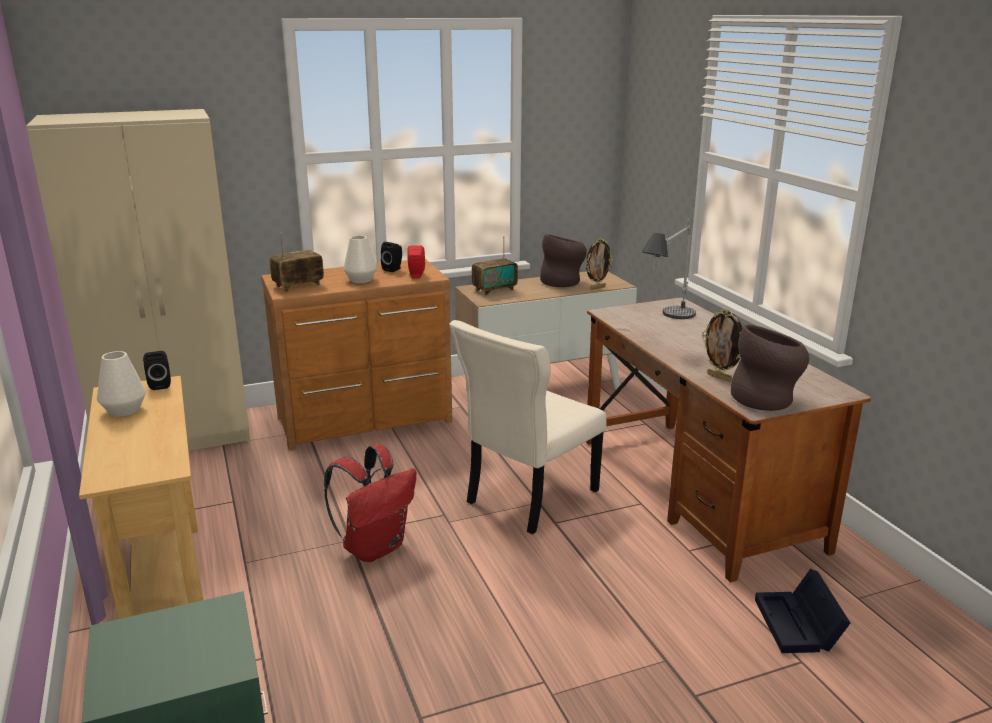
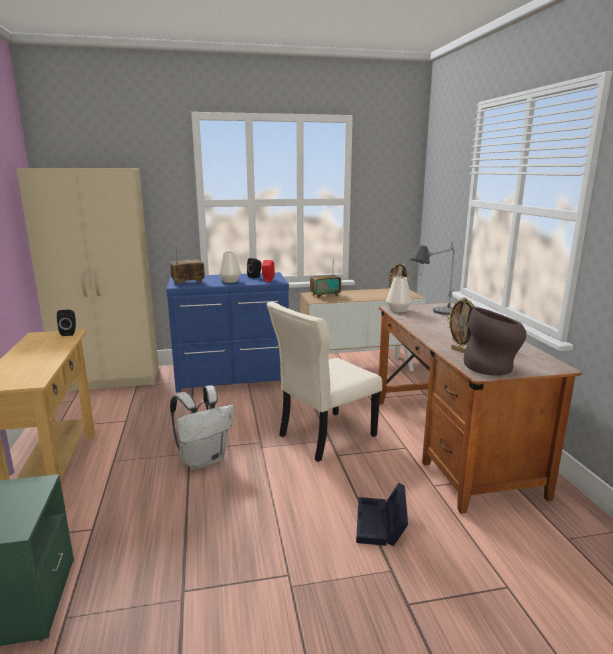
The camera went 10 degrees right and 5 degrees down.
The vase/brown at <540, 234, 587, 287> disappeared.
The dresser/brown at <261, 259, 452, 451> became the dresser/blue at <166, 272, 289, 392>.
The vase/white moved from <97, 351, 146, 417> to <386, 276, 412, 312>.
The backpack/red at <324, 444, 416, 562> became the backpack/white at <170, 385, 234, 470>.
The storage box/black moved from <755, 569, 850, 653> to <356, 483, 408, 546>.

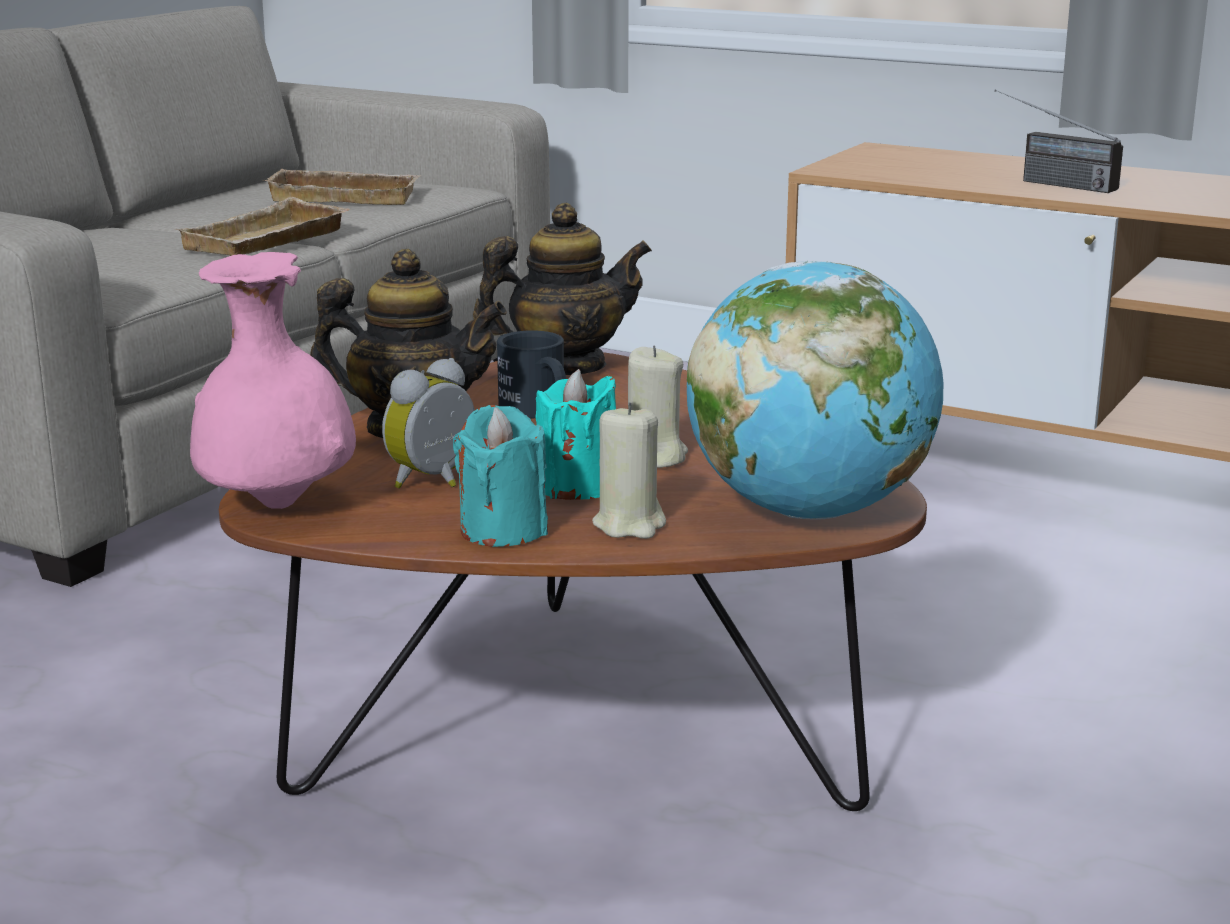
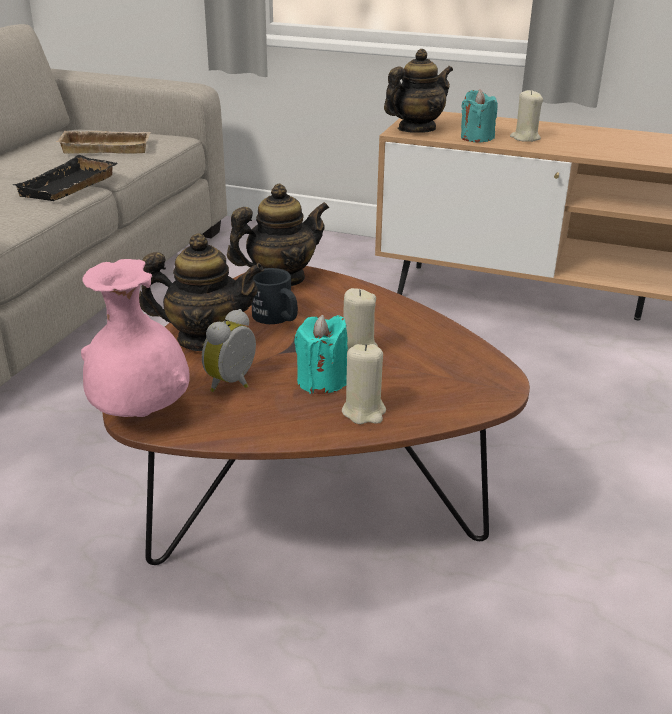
The camera went 10 degrees left and 10 degrees up.
The radio at <994, 89, 1123, 193> was replaced by the candle/beige at <510, 90, 543, 142>.
The tray/beige at <174, 197, 350, 256> became the tray/black at <13, 155, 117, 201>.
The globe at <687, 261, 943, 520> disappeared.
The candle/turquoise moved from <453, 405, 548, 547> to <461, 89, 498, 143>.
The teapot at <384, 49, 453, 133> appeared.

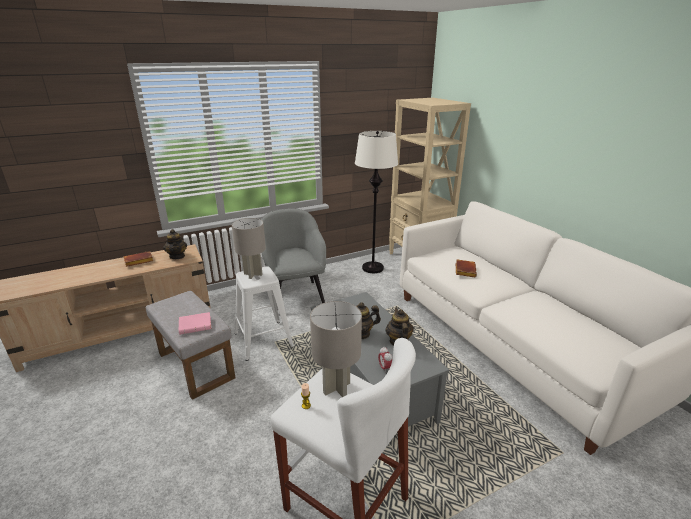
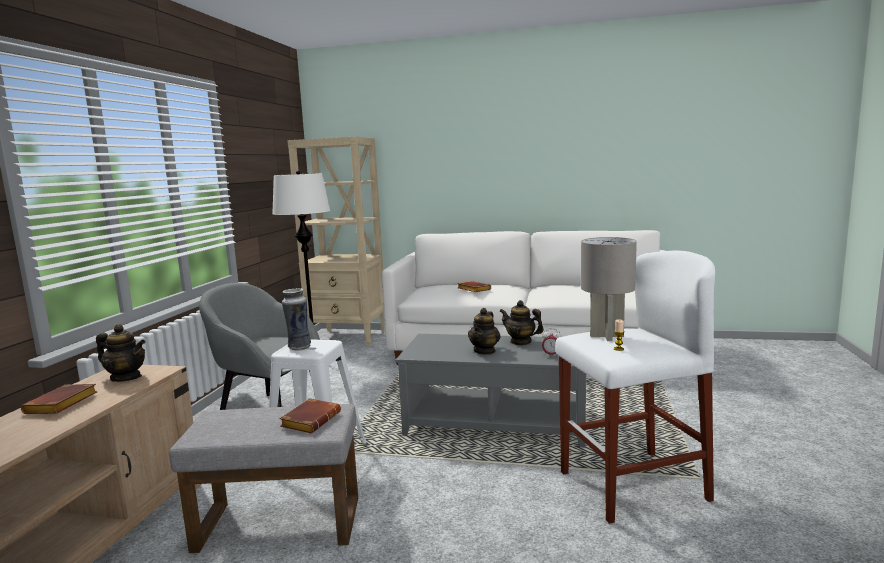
The camera went 50 degrees left and 15 degrees down.
The table lamp/grey at <232, 218, 266, 279> was replaced by the vase at <282, 288, 311, 350>.
The book/pink at <179, 312, 211, 335> became the book/brown at <280, 398, 341, 433>.

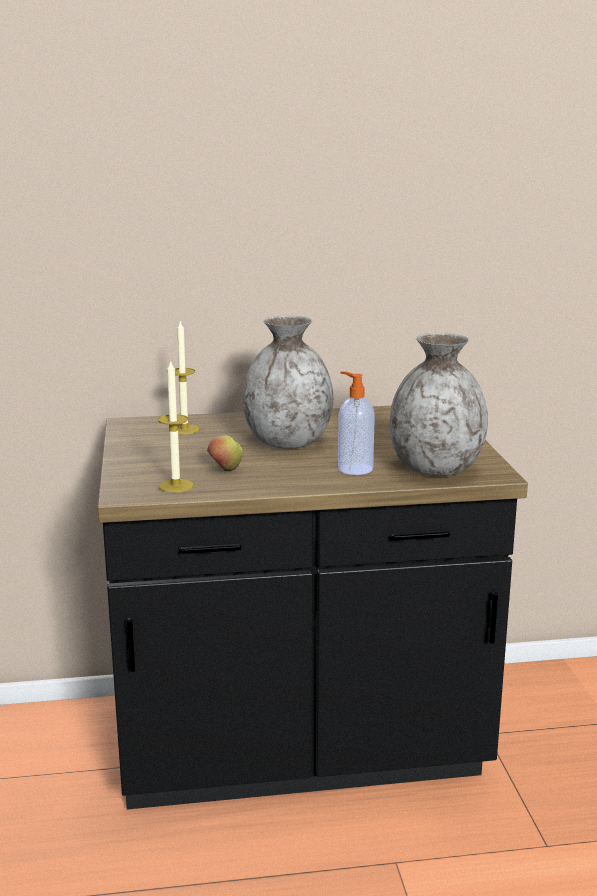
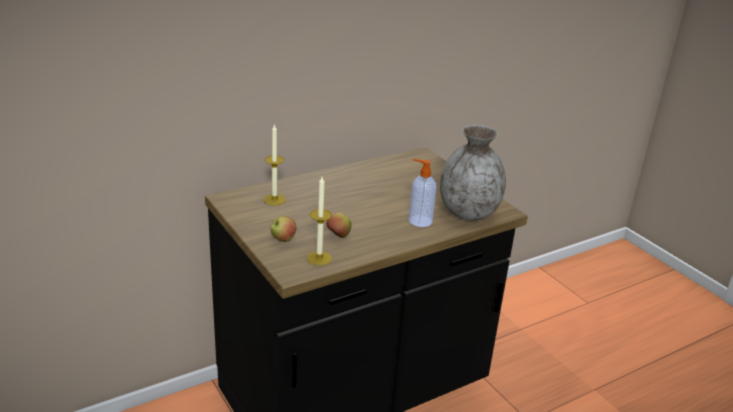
The camera went 25 degrees left and 10 degrees up.
The vase/grey at <243, 315, 333, 449> disappeared.
The apple at <270, 216, 296, 242> appeared.

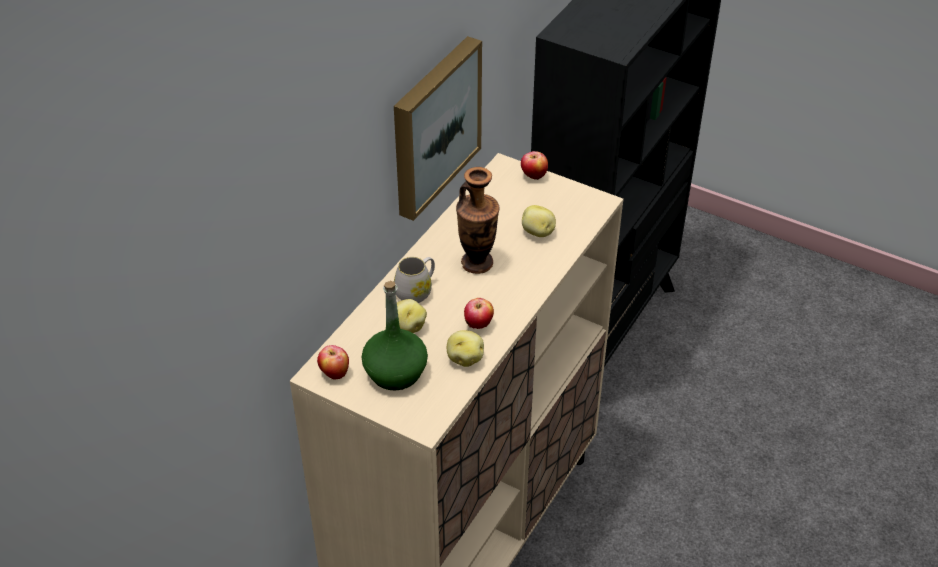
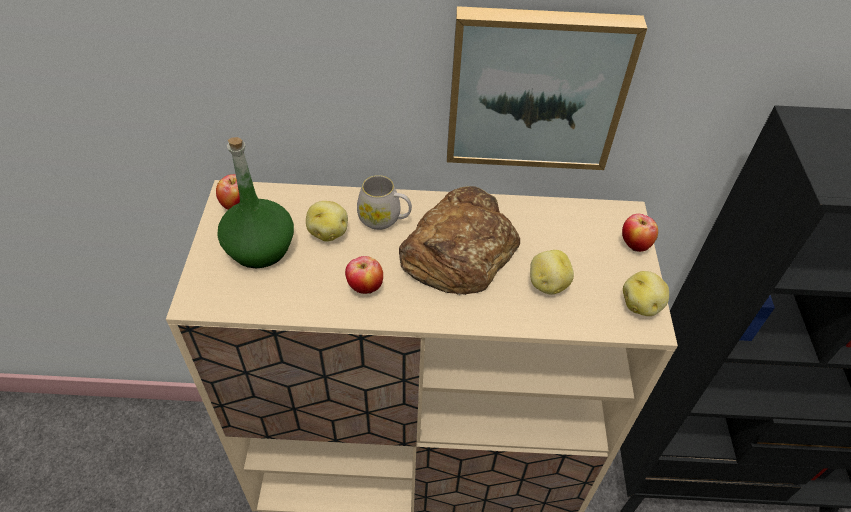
The camera went 60 degrees right and 5 degrees up.
The vase at <456, 167, 499, 274> was replaced by the bread at <399, 186, 520, 295>.
The potato moved from <447, 330, 484, 367> to <623, 271, 669, 316>.

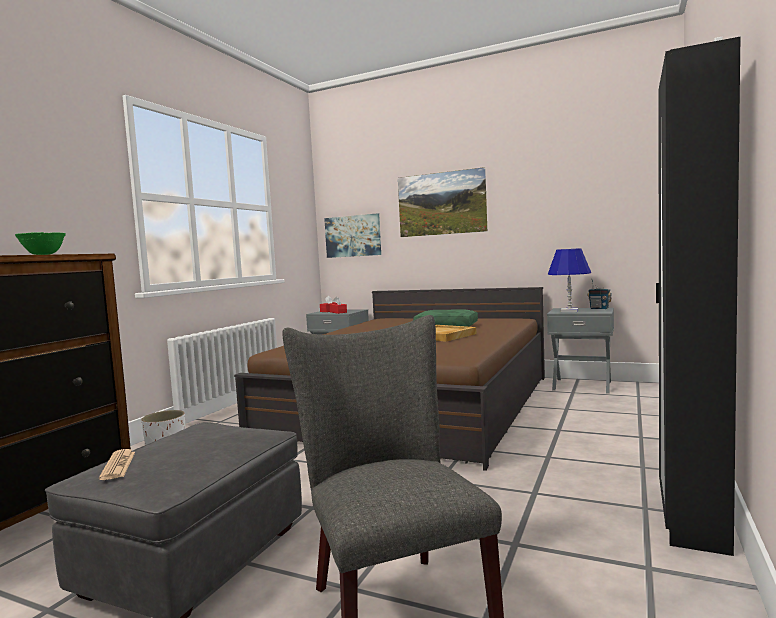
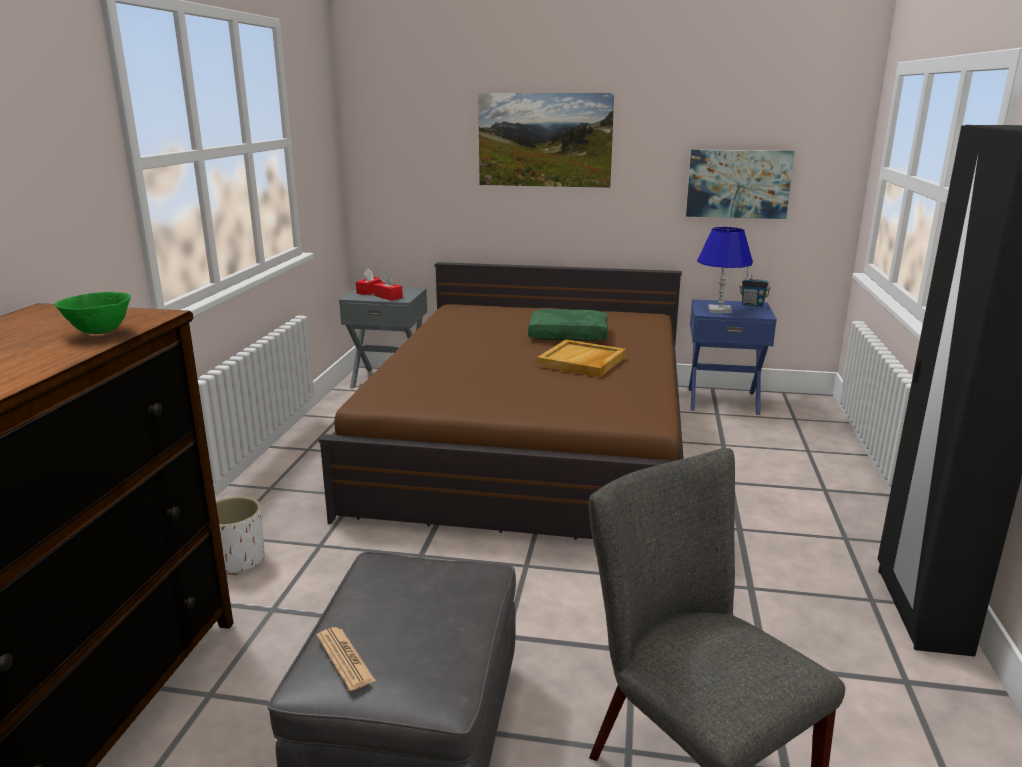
The camera went 15 degrees left and 15 degrees up.
The picture moved from <324, 213, 381, 258> to <686, 149, 795, 219>.
The nightstand/grey at <547, 308, 614, 394> became the nightstand/blue at <688, 299, 777, 415>.

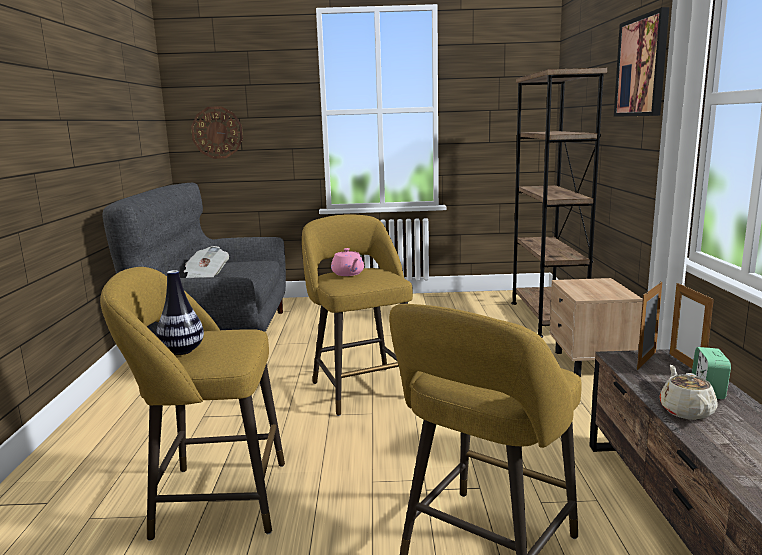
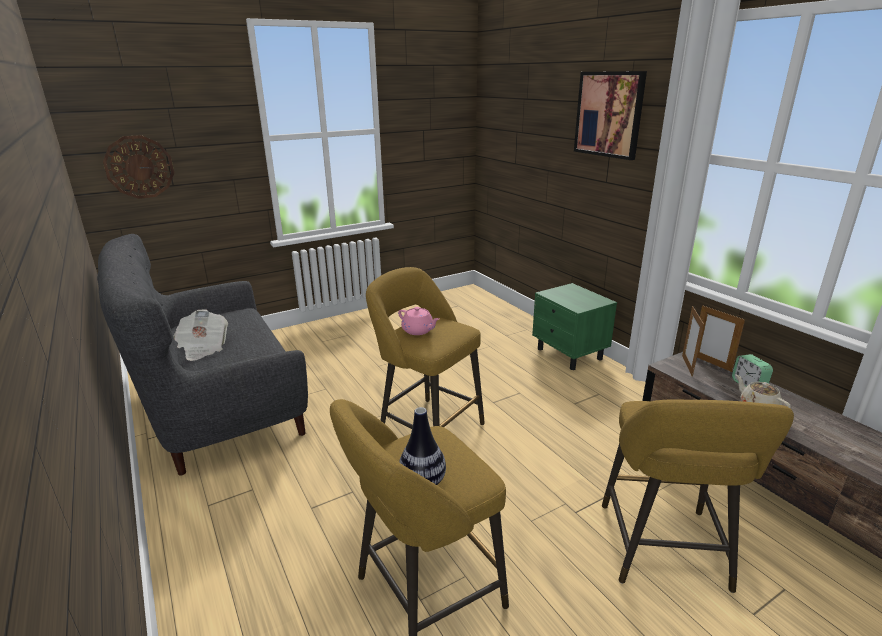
The camera went 30 degrees left and 10 degrees up.
The bookcase/brown at <511, 68, 607, 338> disappeared.
The nightstand/beige at <549, 278, 643, 377> became the nightstand/green at <532, 283, 617, 370>.

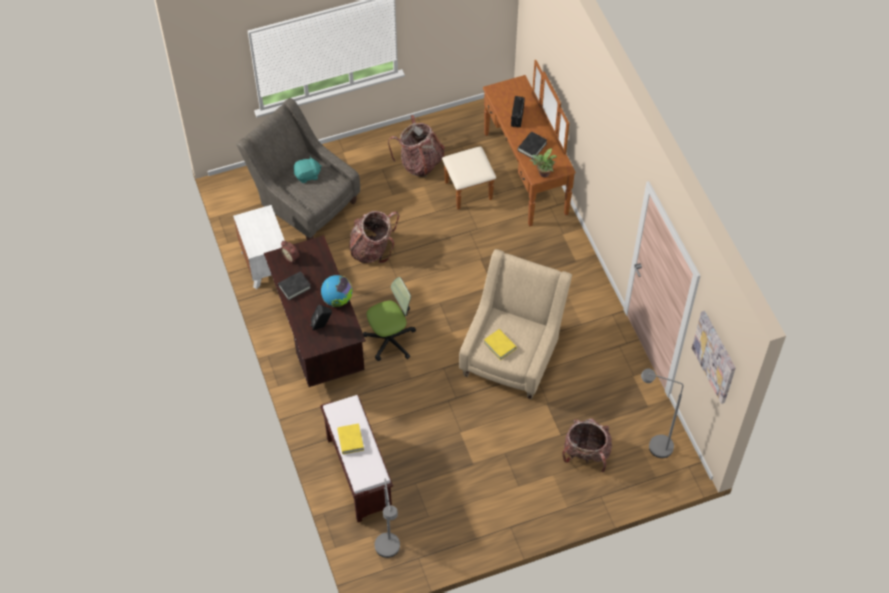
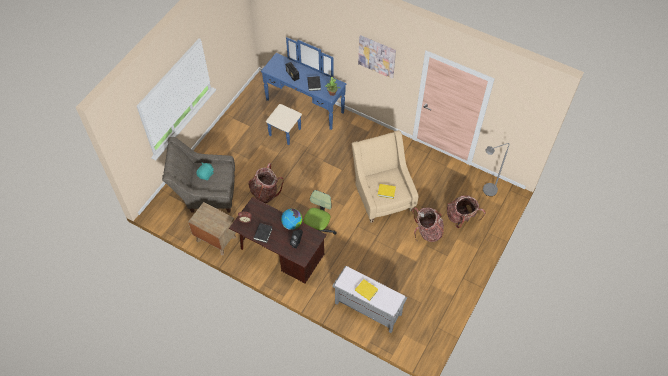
The camera went 40 degrees left and 0 degrees up.
The dresser/brown at <442, 60, 576, 227> became the dresser/blue at <261, 37, 346, 145>.
The backpack moved from <388, 115, 445, 177> to <412, 207, 444, 242>.
The nightstand/white at <233, 205, 285, 289> became the nightstand/brown at <188, 202, 236, 255>.
The picture moved from <692, 311, 736, 404> to <358, 35, 396, 79>.
The bench/brown at <320, 395, 393, 522> became the bench/grey at <332, 266, 407, 333>.
The floor lamp/grey at <375, 479, 400, 558> disappeared.

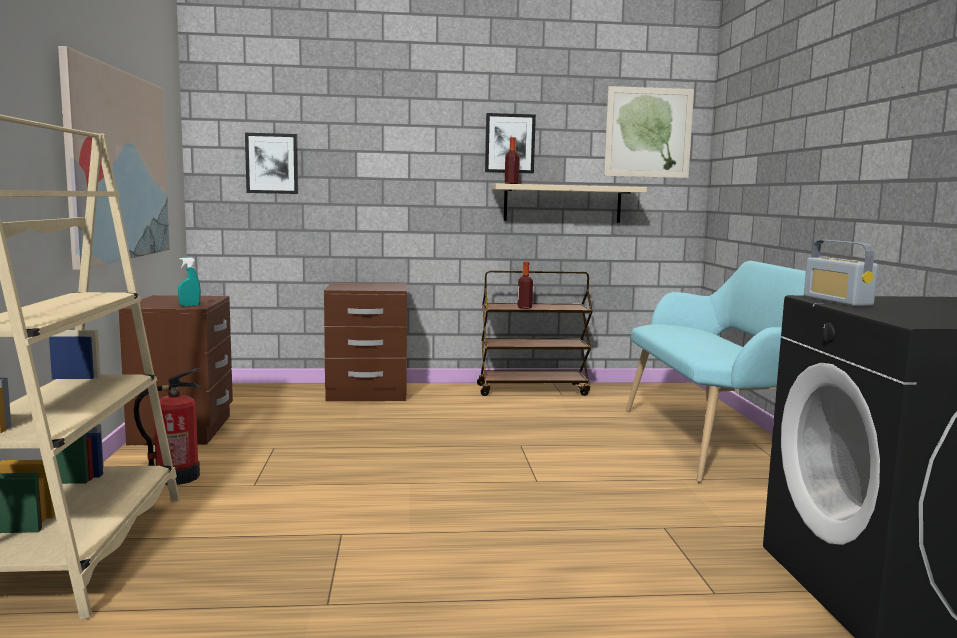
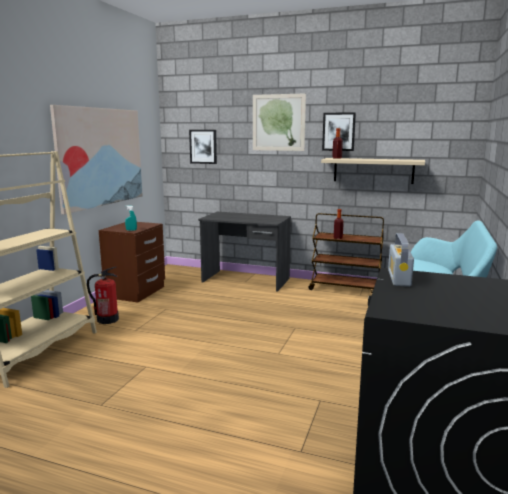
The camera went 25 degrees right and 5 degrees up.
The picture moved from <604, 86, 694, 178> to <253, 93, 306, 151>.
The nightstand/brown at <324, 283, 407, 401> was replaced by the desk/grey at <198, 212, 291, 291>.

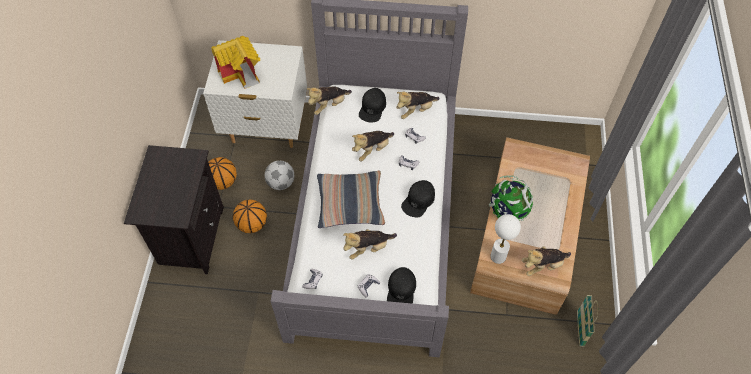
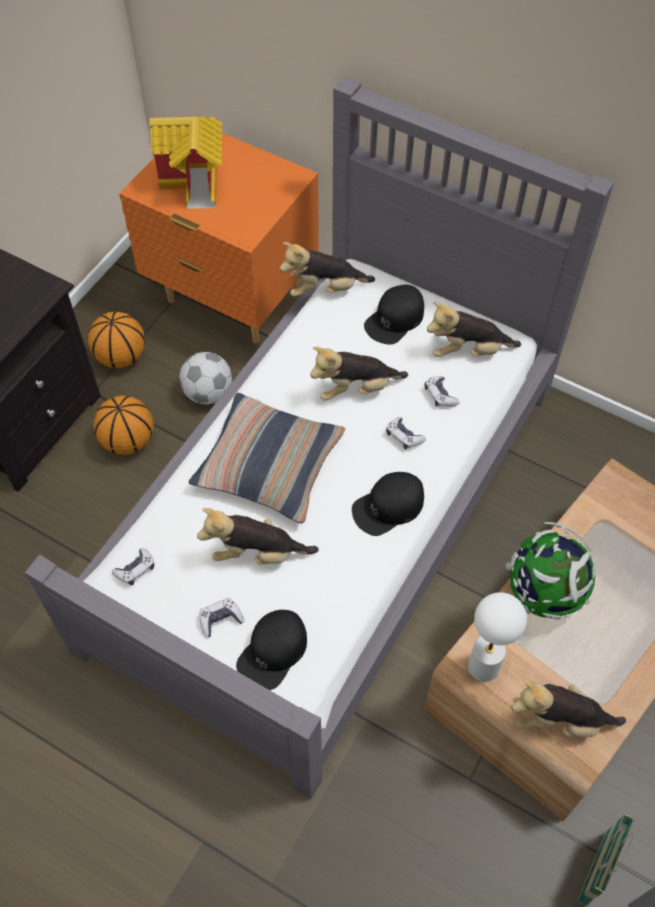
The camera went 25 degrees right and 0 degrees up.
The nightstand/white at <203, 40, 307, 148> became the nightstand/orange at <119, 133, 319, 344>.

